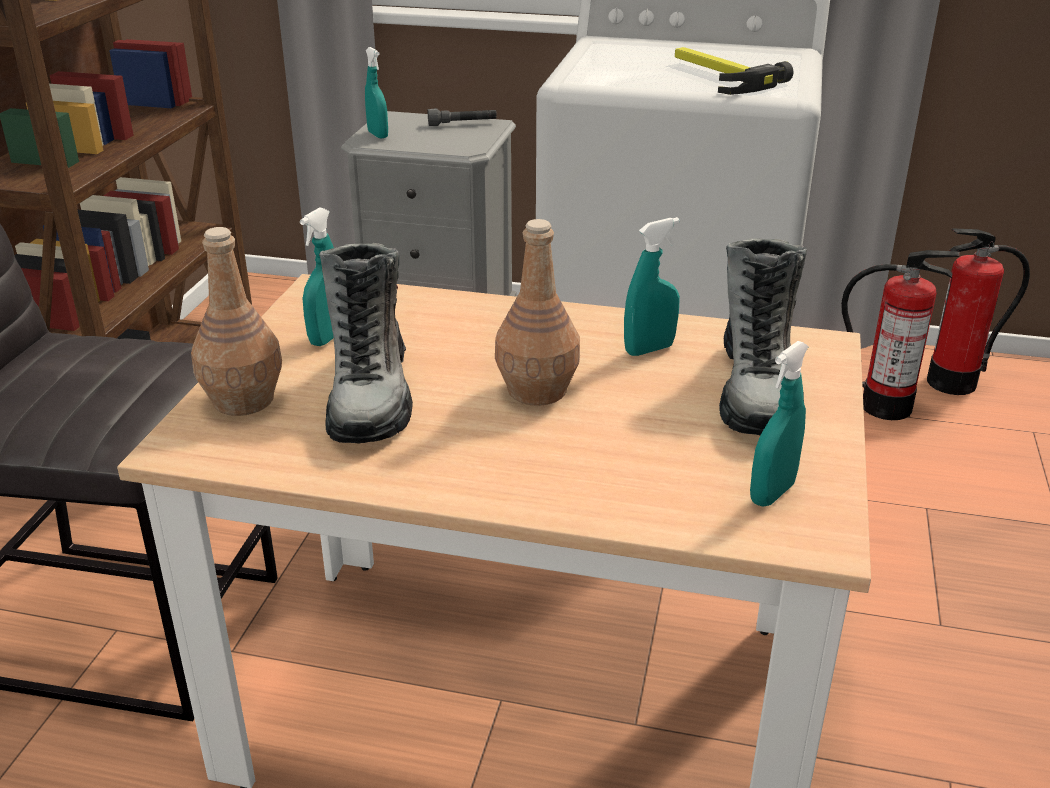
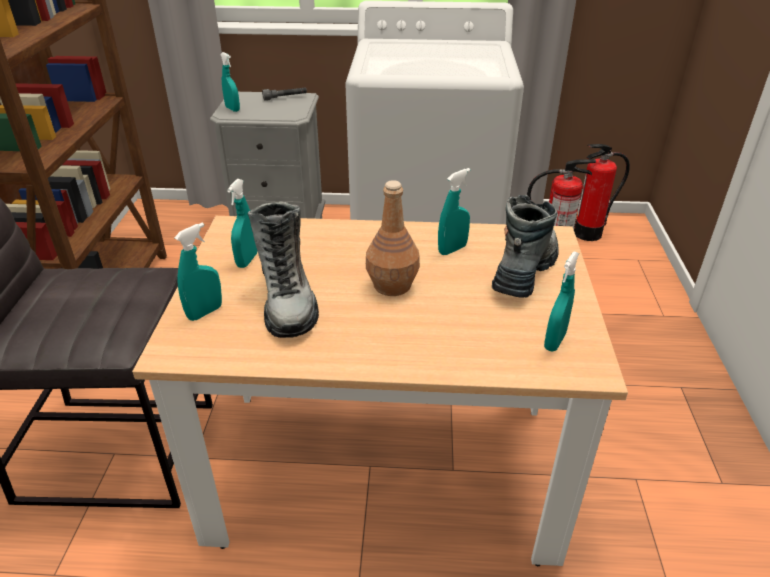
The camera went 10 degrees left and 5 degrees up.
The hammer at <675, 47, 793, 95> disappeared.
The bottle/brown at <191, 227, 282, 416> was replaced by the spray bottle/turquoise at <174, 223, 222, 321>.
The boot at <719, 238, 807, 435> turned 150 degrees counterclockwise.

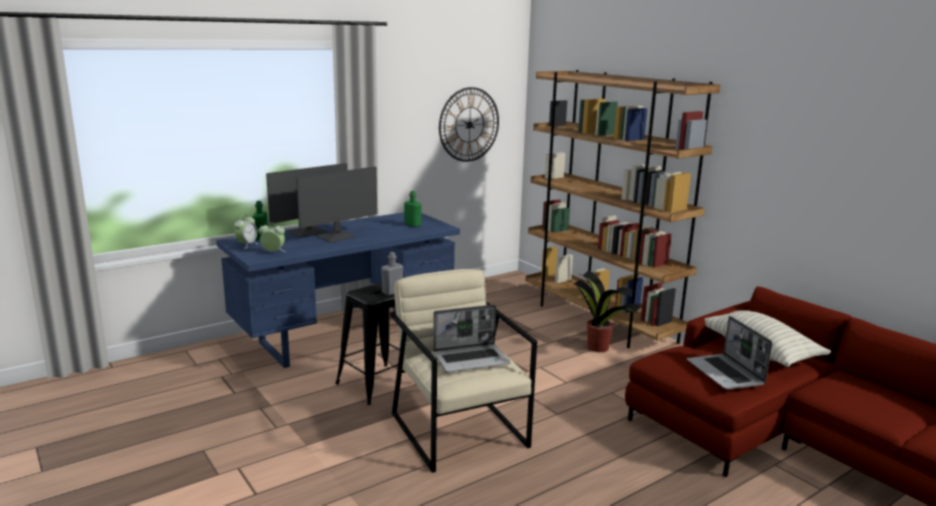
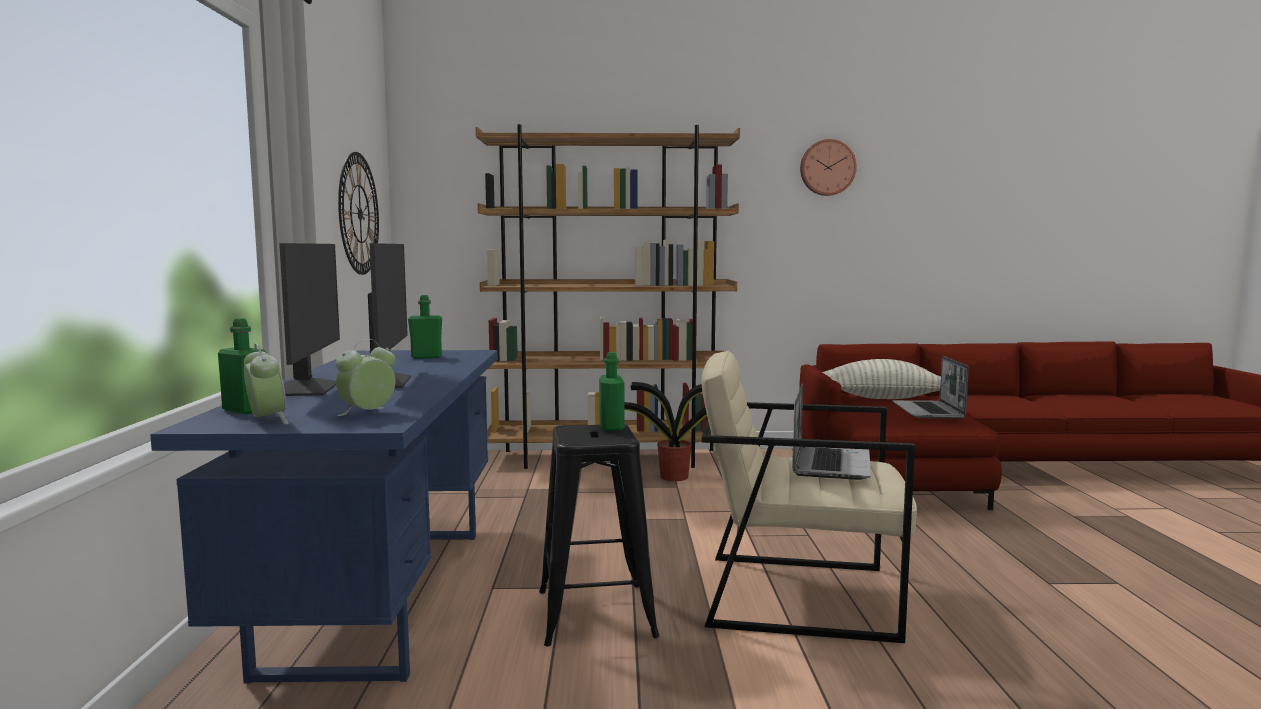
The camera went 55 degrees left and 10 degrees down.
The bottle/grey at <381, 252, 403, 296> became the bottle/green at <599, 352, 624, 431>.
The laptop at <687, 316, 772, 390> turned 75 degrees clockwise.
The wall clock at <800, 139, 857, 196> appeared.

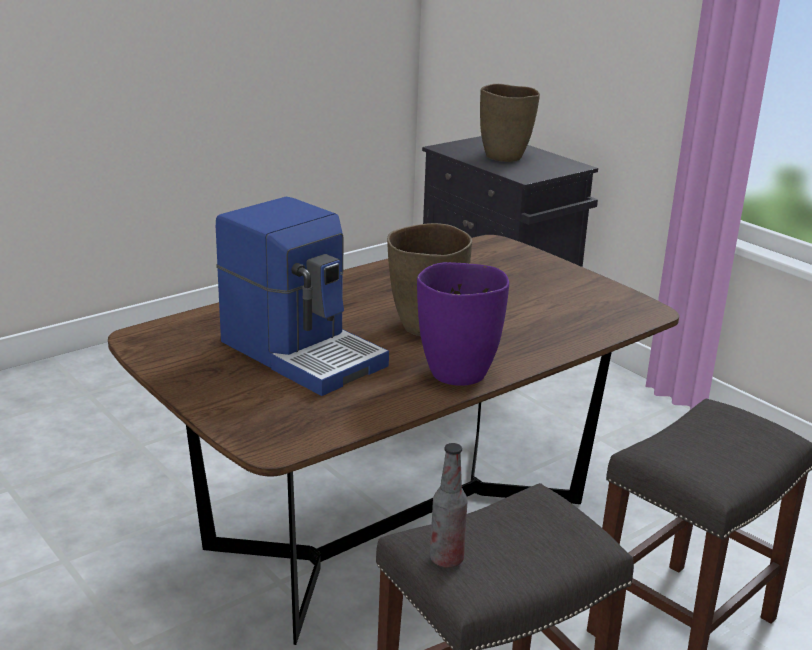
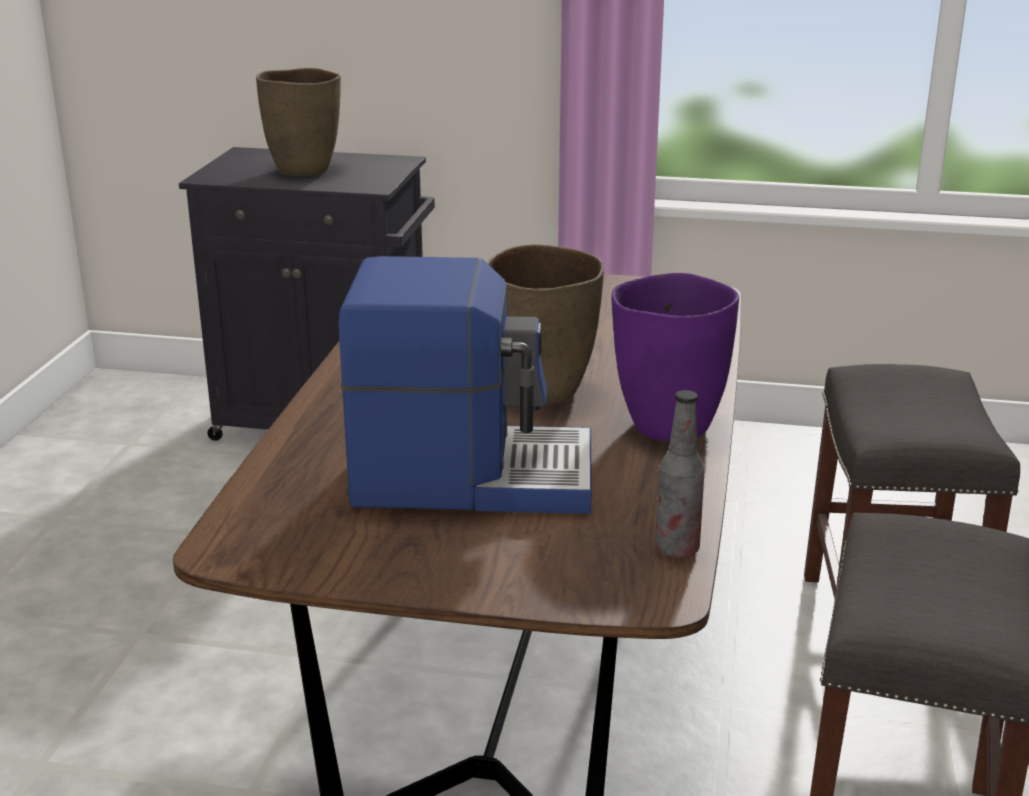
The camera went 40 degrees left and 0 degrees up.
The bottle moved from <430, 443, 468, 568> to <655, 390, 705, 558>.

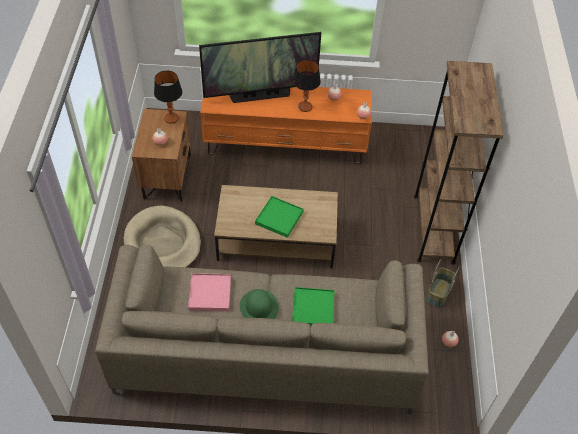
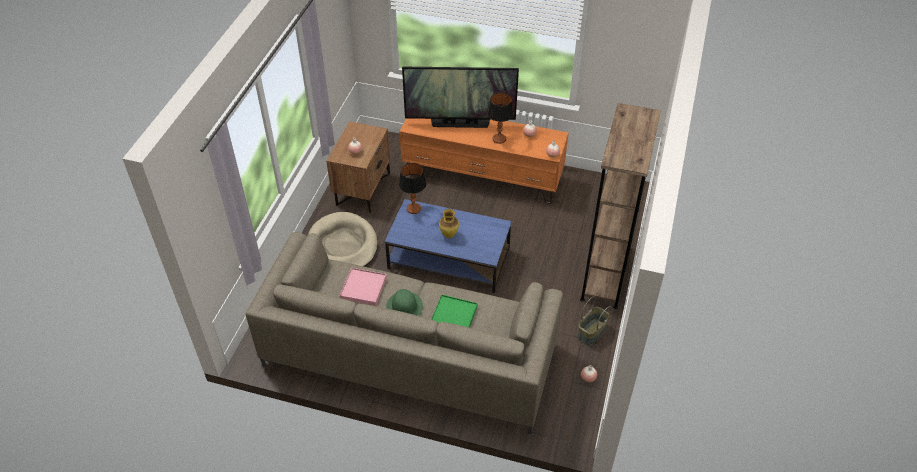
The camera went 15 degrees right and 5 degrees down.
The table lamp moved from <154, 71, 182, 124> to <399, 163, 427, 214>.
The coffee table/brown at <214, 185, 338, 268> became the coffee table/blue at <385, 199, 512, 293>.
The tray/green at <255, 196, 304, 238> was replaced by the vase at <439, 209, 459, 238>.

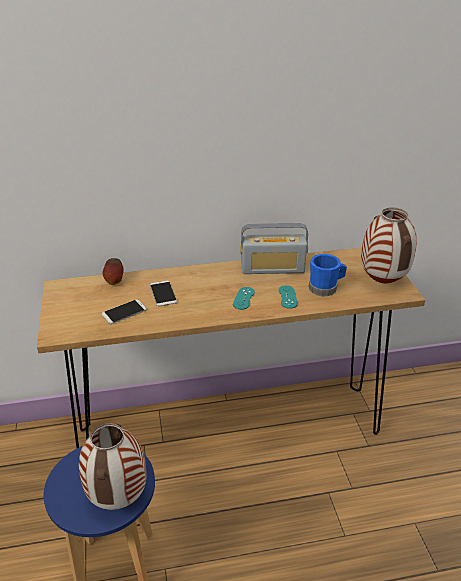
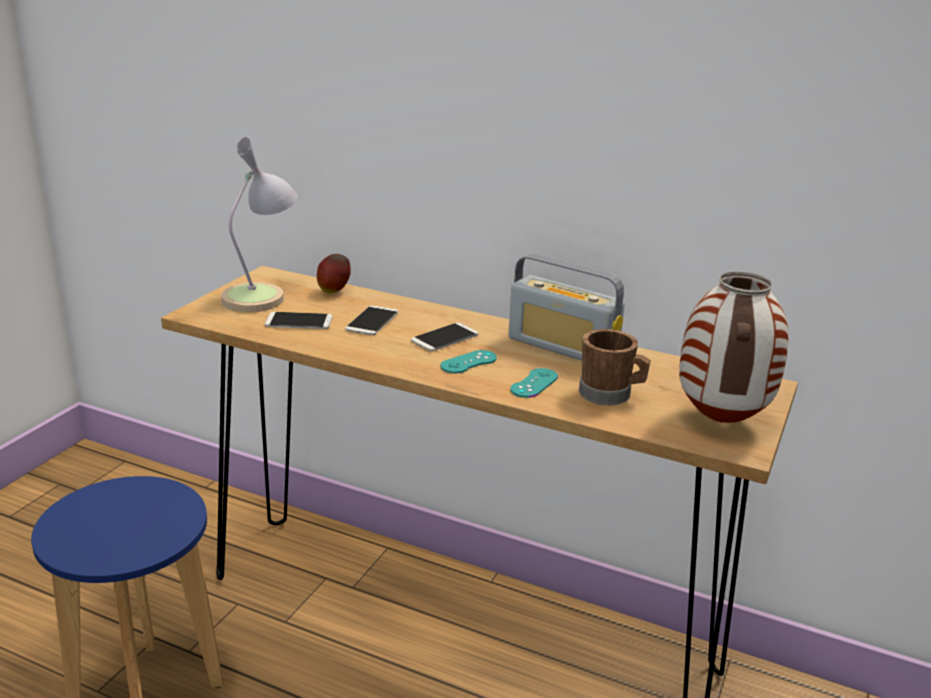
The camera went 35 degrees right and 10 degrees down.
The mug/blue at <309, 254, 347, 296> became the mug/brown at <579, 329, 651, 406>.
The vase at <79, 423, 146, 510> disappeared.
The table lamp at <221, 137, 298, 312> appeared.
The phone at <411, 323, 479, 351> appeared.

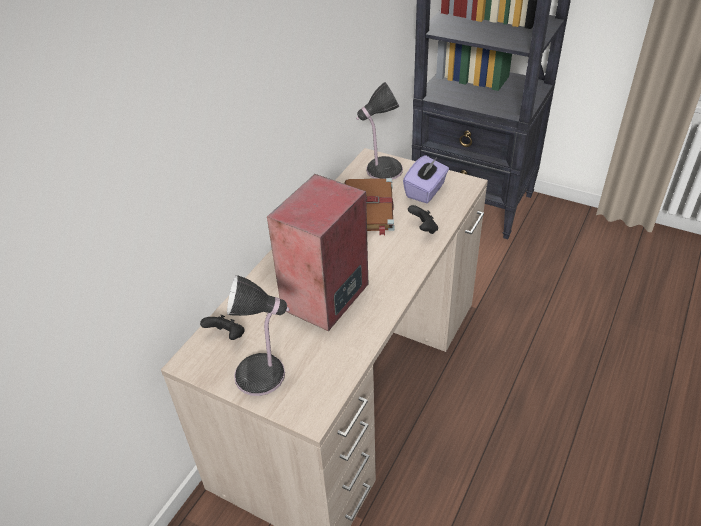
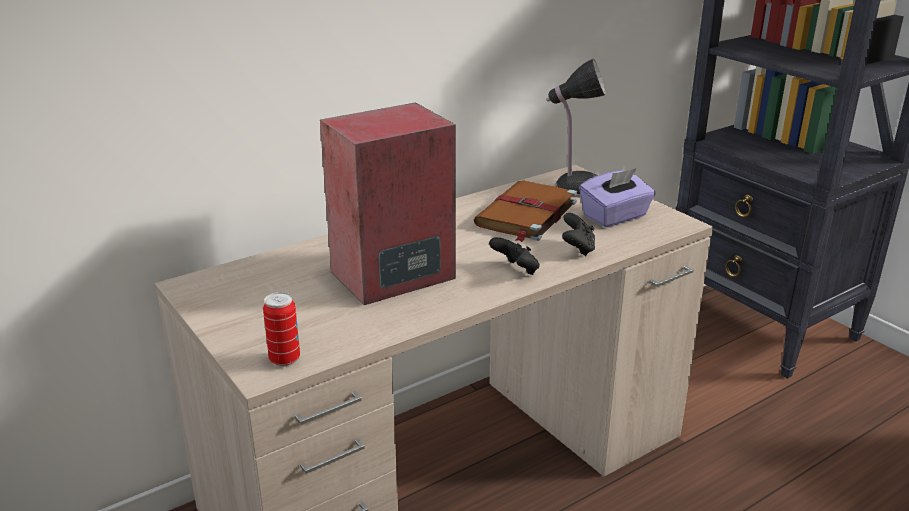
The camera went 25 degrees right and 15 degrees down.
The table lamp at <227, 275, 290, 396> disappeared.
The game controller/black moved from <200, 315, 245, 340> to <489, 237, 540, 275>.
The can at <263, 292, 300, 367> appeared.

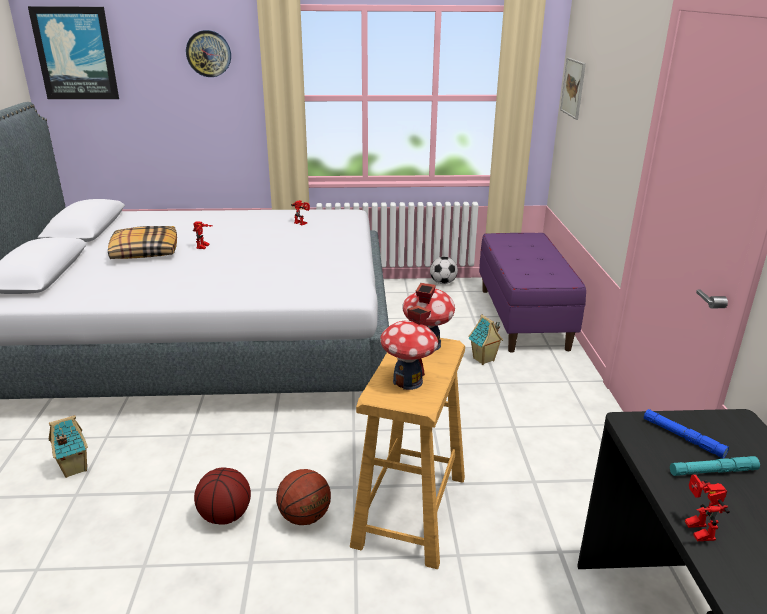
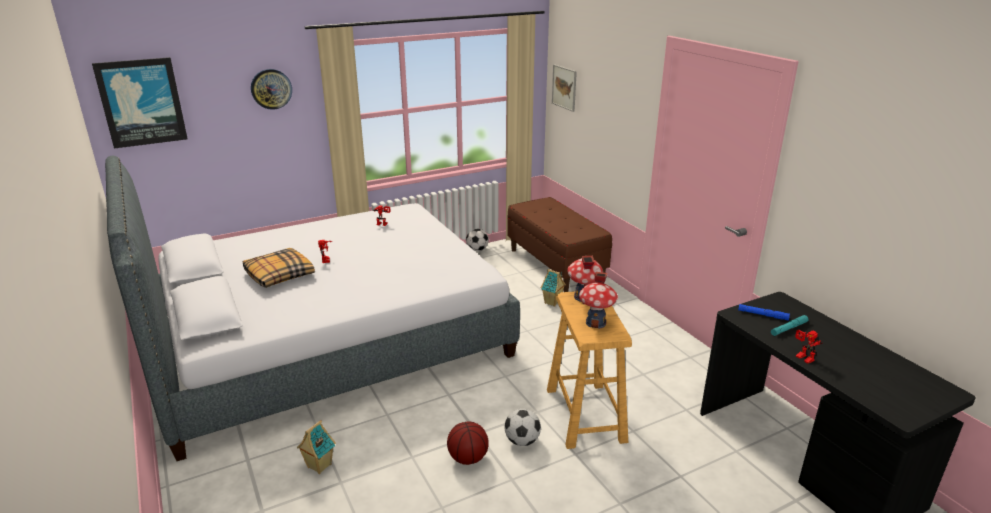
The camera went 25 degrees left and 0 degrees up.
The bench/purple at <479, 233, 586, 353> became the bench/brown at <507, 197, 612, 292>.
The basketball at <276, 469, 331, 525> was replaced by the football at <505, 409, 541, 446>.

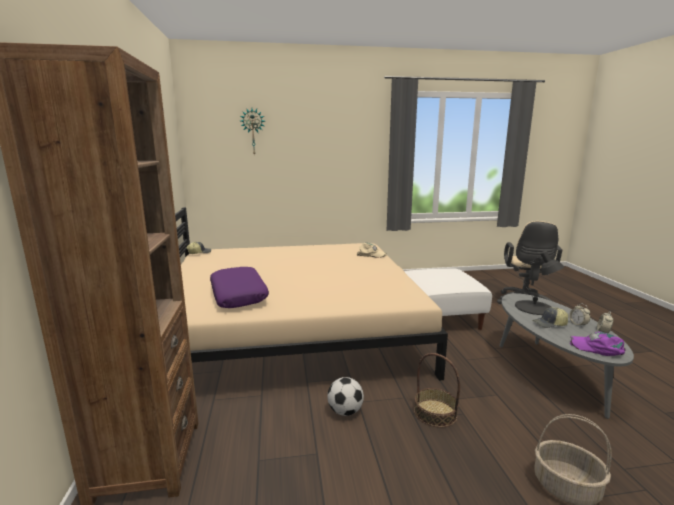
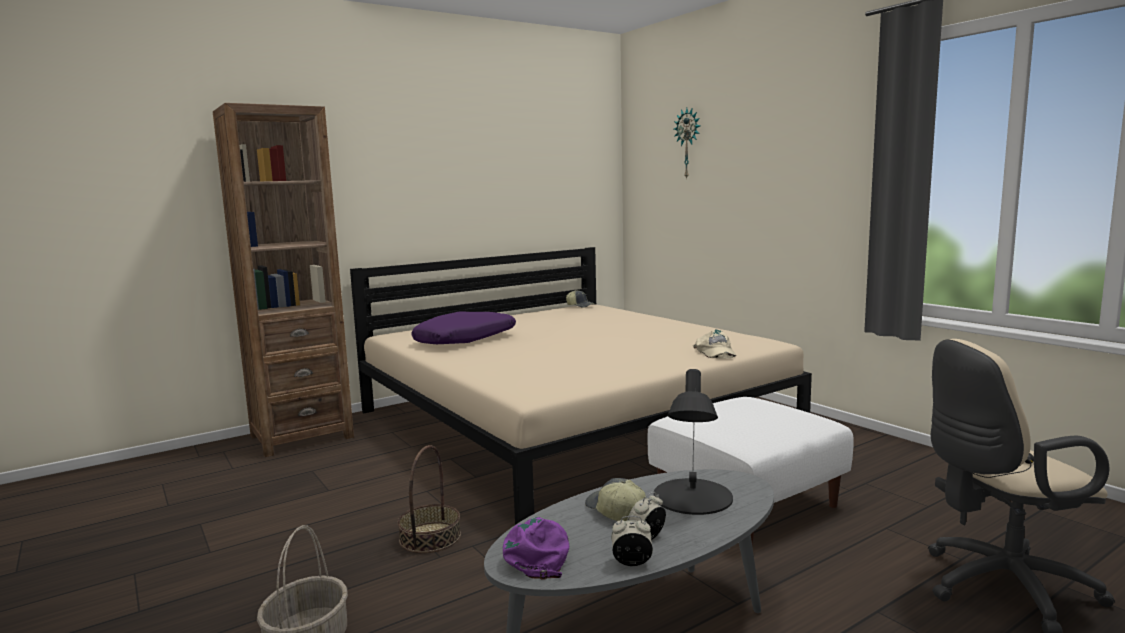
The camera went 65 degrees right and 5 degrees down.
The football at <327, 377, 364, 416> disappeared.

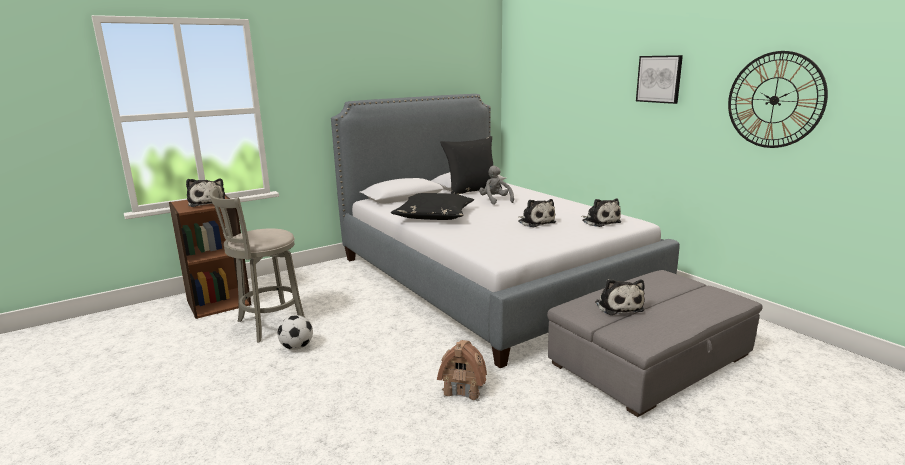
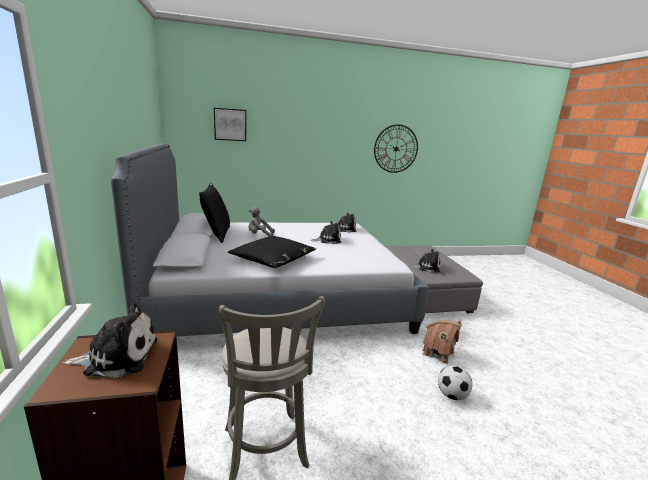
The camera went 70 degrees left and 0 degrees up.
The picture moved from <636, 55, 683, 104> to <214, 108, 246, 141>.
The football moved from <277, 315, 313, 350> to <438, 365, 472, 400>.

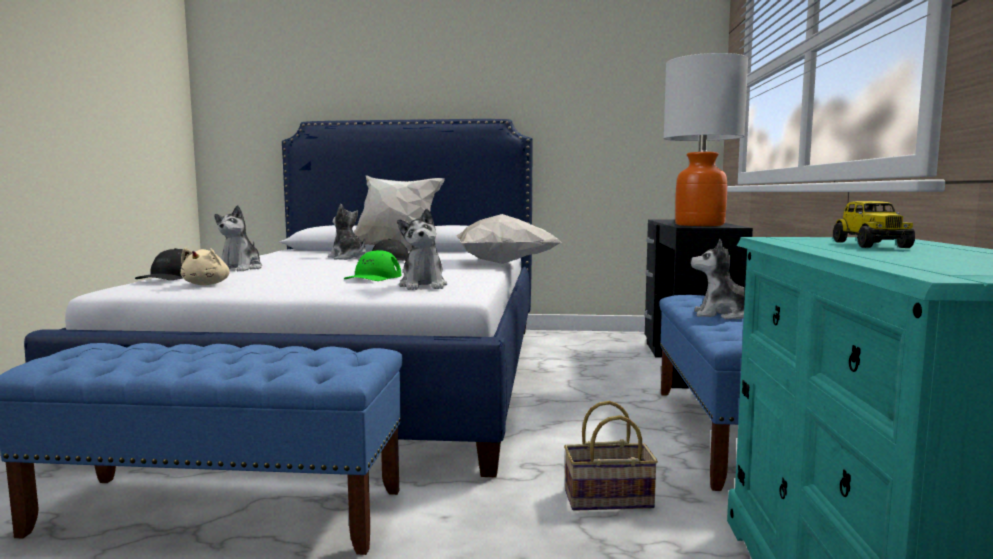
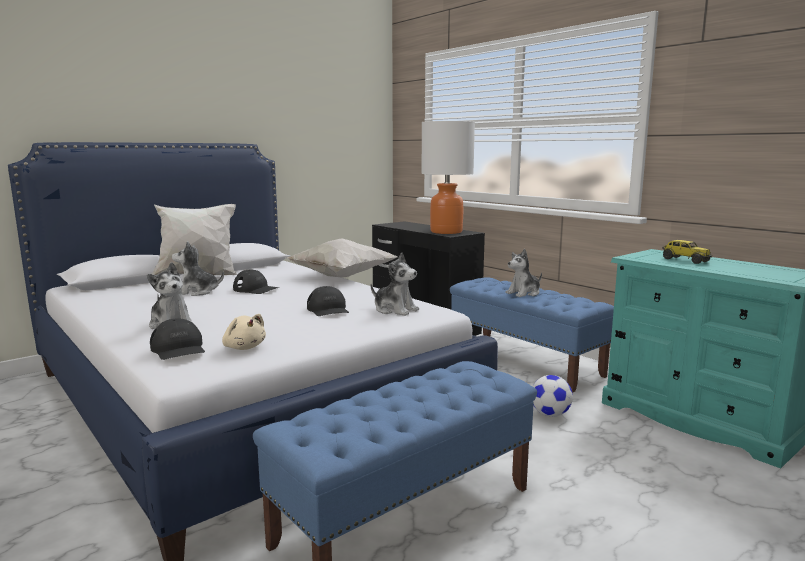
The camera went 45 degrees left and 5 degrees up.
The cap/green at <344, 250, 401, 281> became the cap/black at <307, 286, 349, 316>.
The basket at <564, 401, 658, 511> was replaced by the football at <532, 375, 573, 417>.

